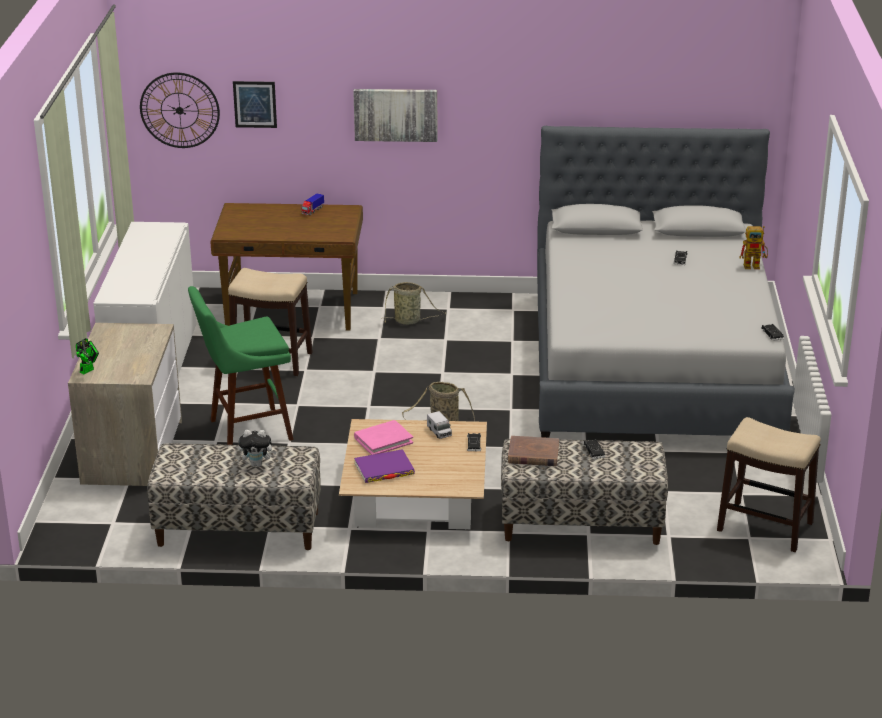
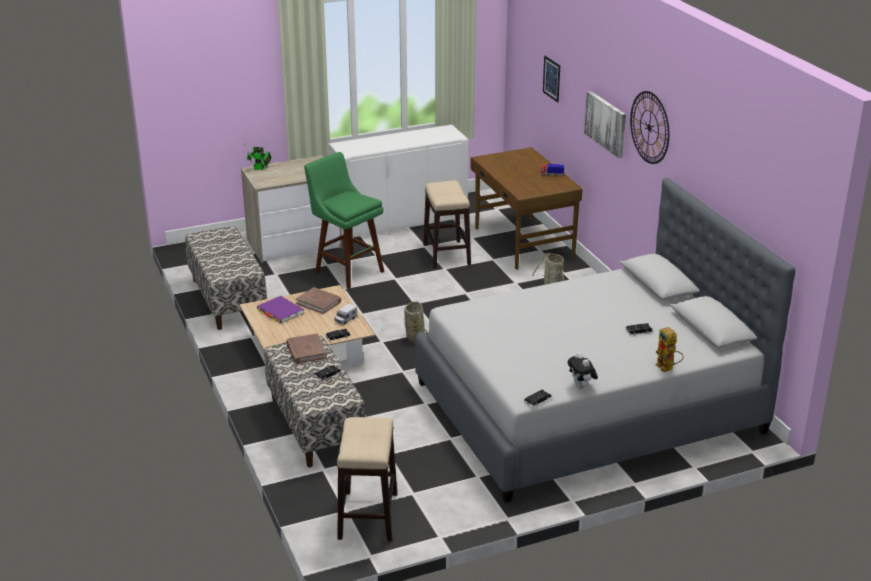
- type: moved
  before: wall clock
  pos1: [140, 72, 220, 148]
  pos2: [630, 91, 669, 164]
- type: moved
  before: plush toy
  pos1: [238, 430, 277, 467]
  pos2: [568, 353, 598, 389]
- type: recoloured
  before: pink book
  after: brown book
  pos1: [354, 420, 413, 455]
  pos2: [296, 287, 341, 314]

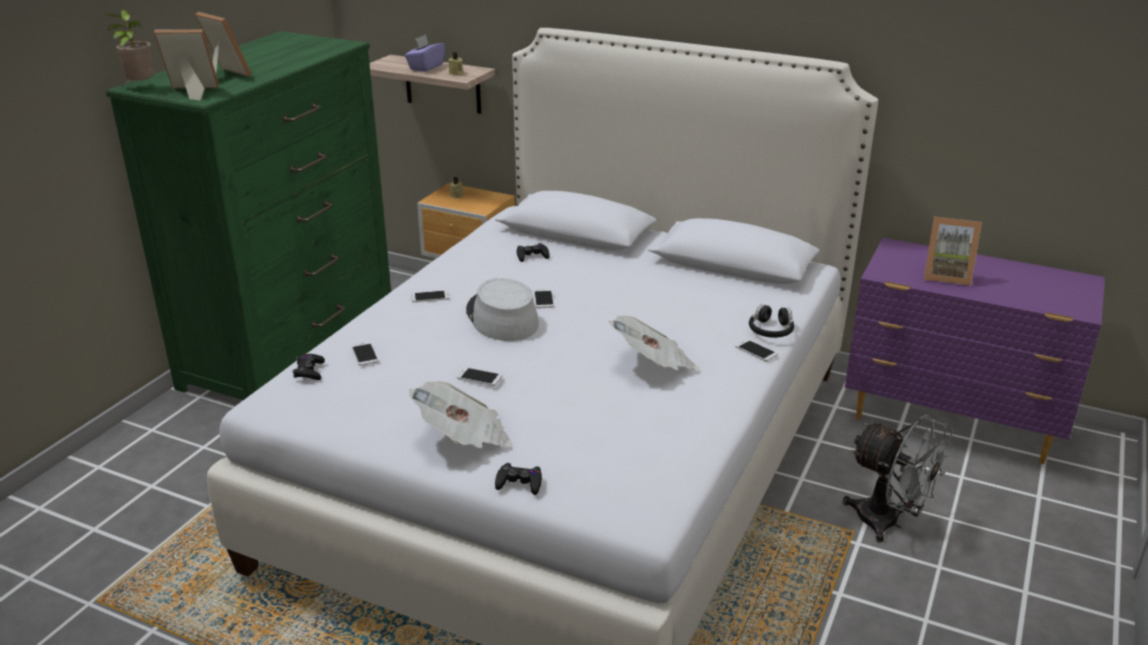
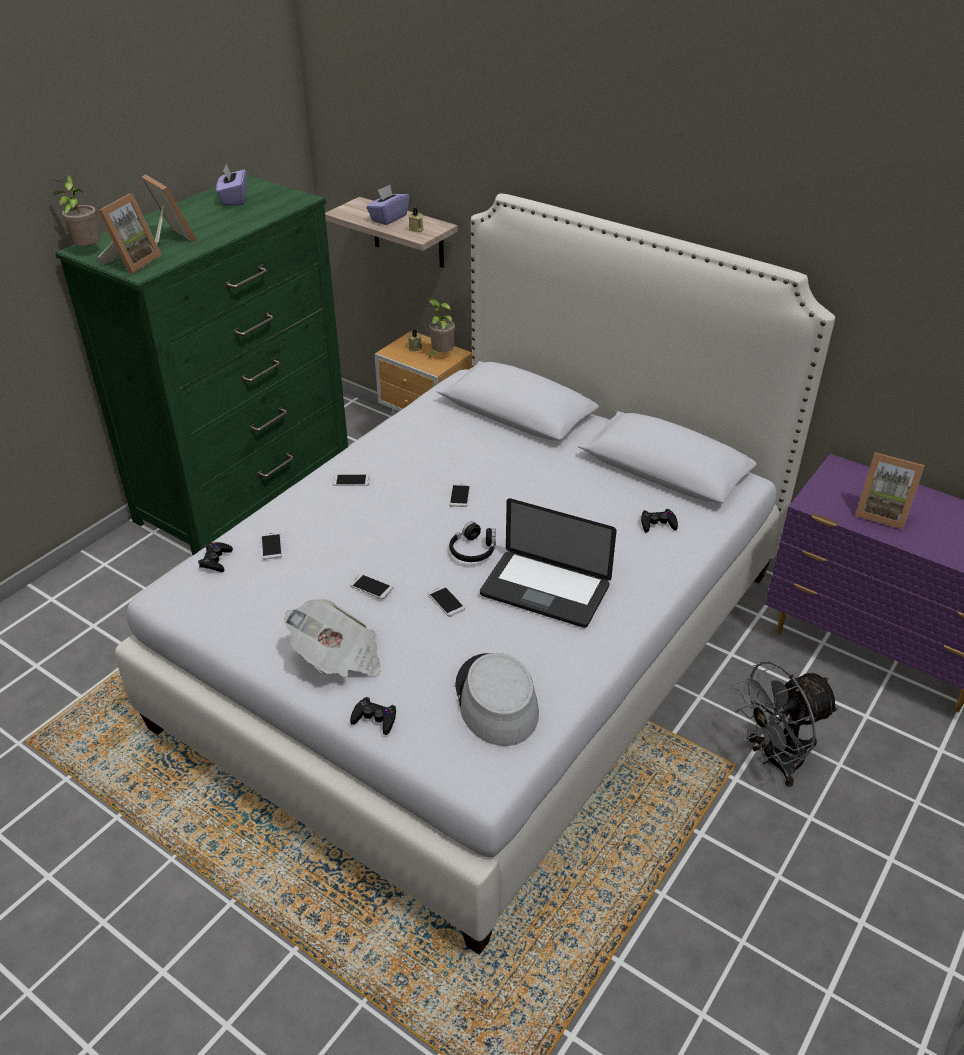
- type: turned
  before: picture frame
  pos1: [154, 29, 219, 101]
  pos2: [98, 193, 162, 274]
  turn: 105
- type: moved
  before: grey hat
  pos1: [466, 278, 539, 341]
  pos2: [455, 653, 539, 746]
- type: moved
  before: black game controller
  pos1: [517, 243, 549, 262]
  pos2: [641, 509, 678, 532]
- type: replaced
  before: newspaper
  after: laptop
  pos1: [609, 316, 699, 370]
  pos2: [480, 498, 616, 628]
- type: moved
  before: phone
  pos1: [735, 339, 778, 362]
  pos2: [428, 585, 465, 617]
- type: moved
  before: black headphones
  pos1: [749, 304, 794, 338]
  pos2: [449, 521, 496, 562]
- type: turned
  before: grey fan
  pos1: [843, 415, 953, 543]
  pos2: [733, 661, 839, 787]
  turn: 105
- type: added
  after: purple tissue box
  pos2: [216, 164, 247, 206]
- type: added
  after: potted plant
  pos2: [424, 299, 455, 359]

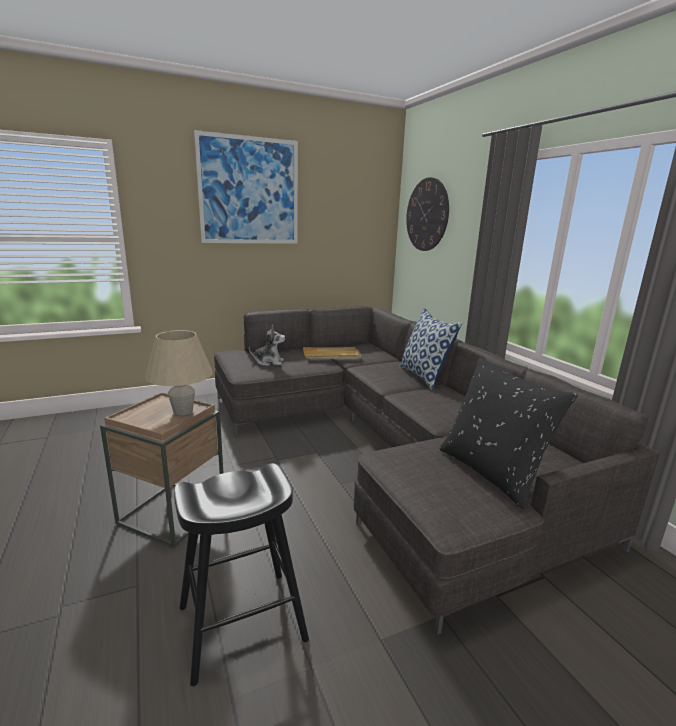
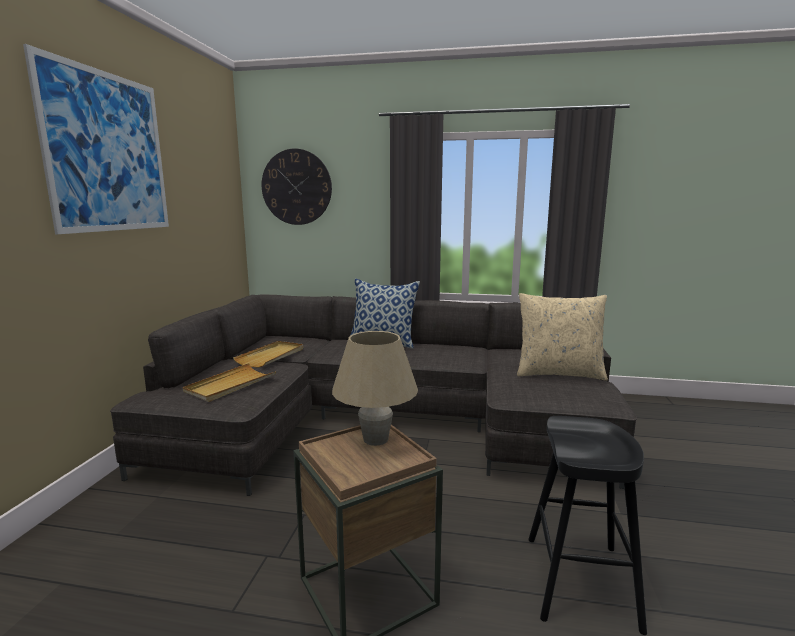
- type: replaced
  before: plush toy
  after: beige tray
  pos1: [249, 325, 285, 366]
  pos2: [183, 363, 276, 402]
- type: recoloured
  before: black pillow
  after: beige pillow
  pos1: [439, 357, 578, 510]
  pos2: [517, 293, 608, 381]

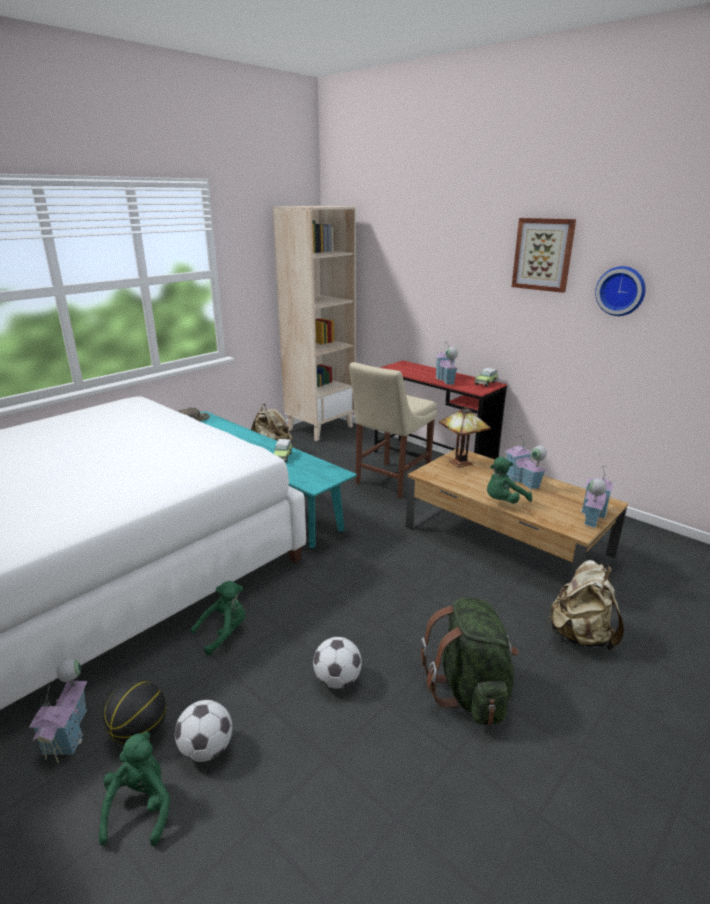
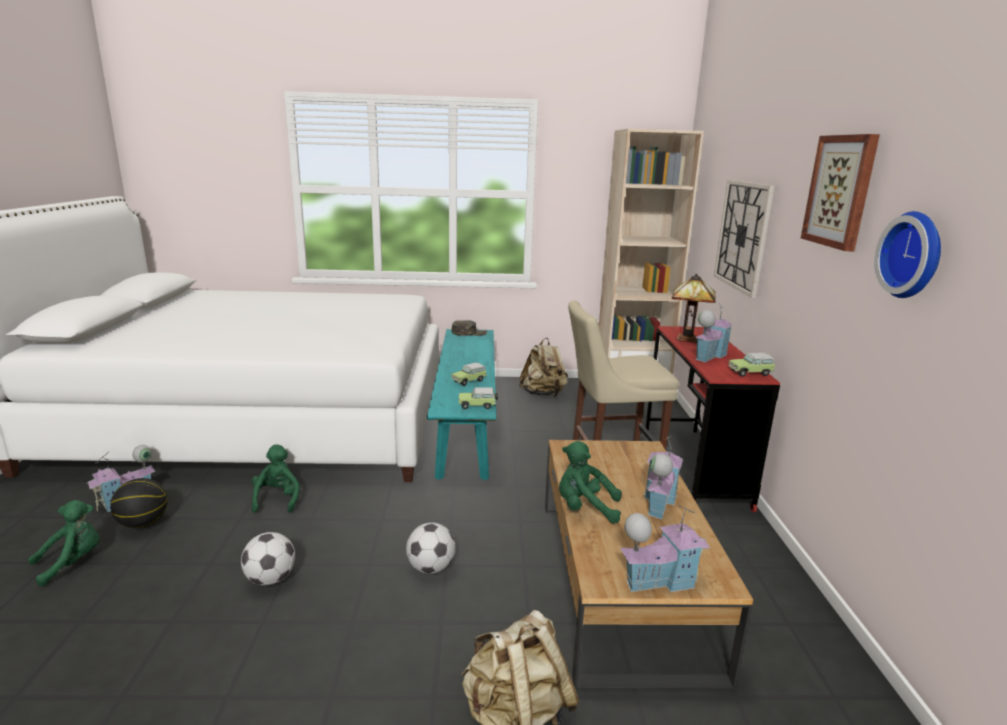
- type: moved
  before: football
  pos1: [175, 700, 232, 762]
  pos2: [406, 522, 455, 574]
- type: turned
  before: green plush toy
  pos1: [191, 581, 245, 656]
  pos2: [252, 444, 300, 513]
  turn: -105
- type: removed
  before: green backpack
  pos1: [421, 597, 518, 725]
- type: moved
  before: table lamp
  pos1: [439, 407, 491, 468]
  pos2: [672, 274, 716, 342]
- type: added
  after: toy car
  pos2: [459, 387, 498, 409]
- type: added
  after: wall clock
  pos2: [714, 180, 775, 298]

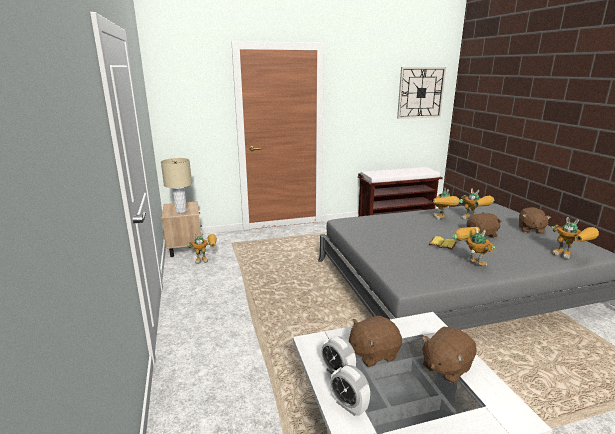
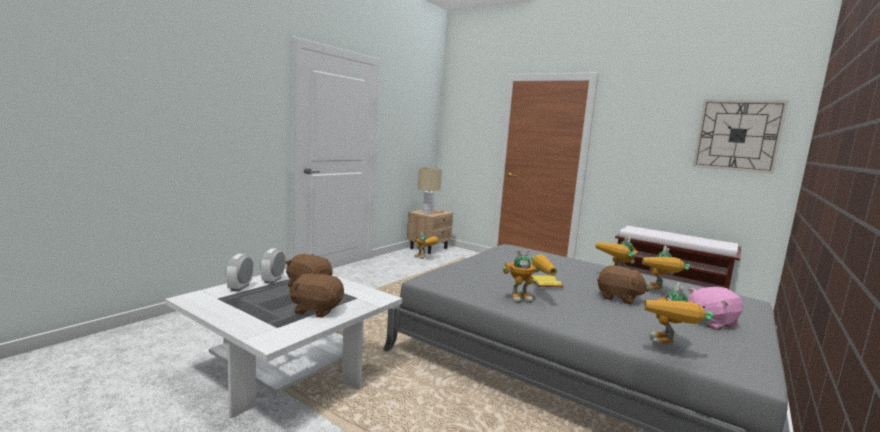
- type: turned
  before: toy robot
  pos1: [452, 227, 495, 266]
  pos2: [502, 250, 557, 303]
  turn: 60
- type: recoloured
  before: brown plush toy
  after: pink plush toy
  pos1: [519, 207, 551, 234]
  pos2: [688, 287, 743, 330]

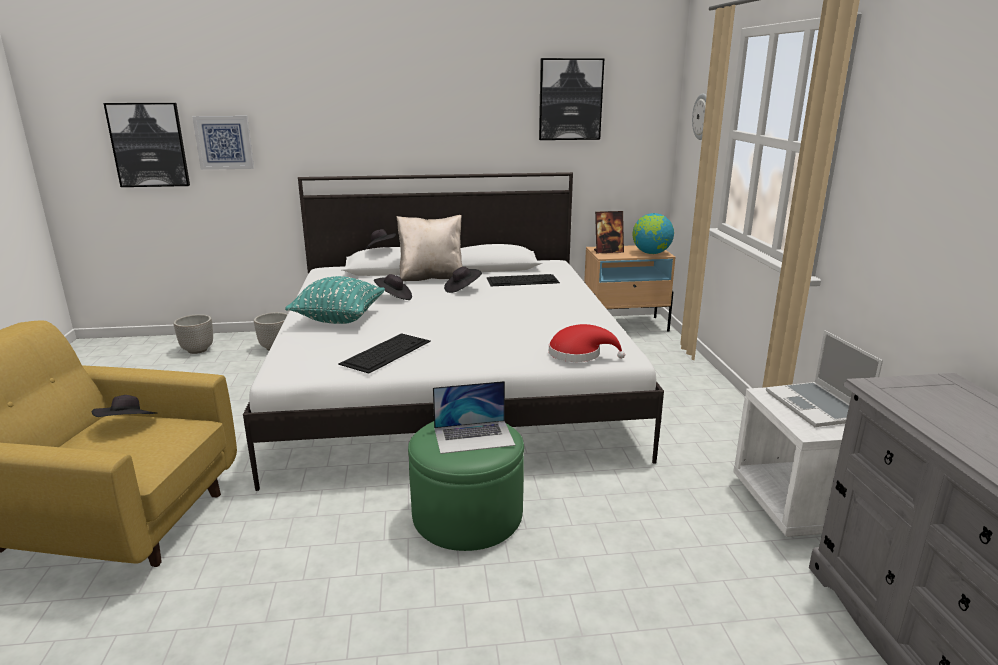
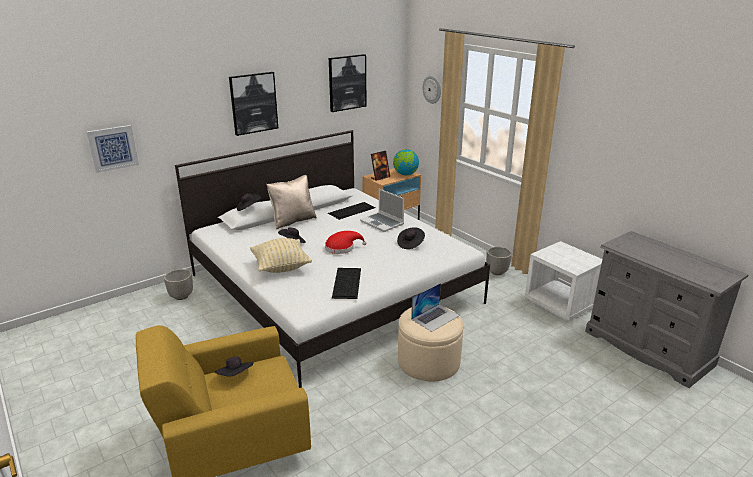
- type: moved
  before: picture
  pos1: [104, 103, 190, 187]
  pos2: [229, 72, 278, 136]
- type: moved
  before: planter
  pos1: [173, 314, 213, 354]
  pos2: [486, 247, 512, 275]
- type: recoloured
  before: turquoise pillow
  after: beige pillow
  pos1: [285, 276, 385, 324]
  pos2: [250, 238, 312, 273]
- type: recoloured
  before: green ottoman
  after: beige ottoman
  pos1: [408, 421, 524, 551]
  pos2: [398, 307, 463, 382]
- type: moved
  before: black hat
  pos1: [444, 267, 482, 293]
  pos2: [397, 228, 425, 249]
- type: moved
  before: red hat
  pos1: [549, 324, 625, 362]
  pos2: [325, 231, 367, 254]
- type: moved
  before: laptop
  pos1: [766, 330, 883, 427]
  pos2: [360, 189, 404, 232]

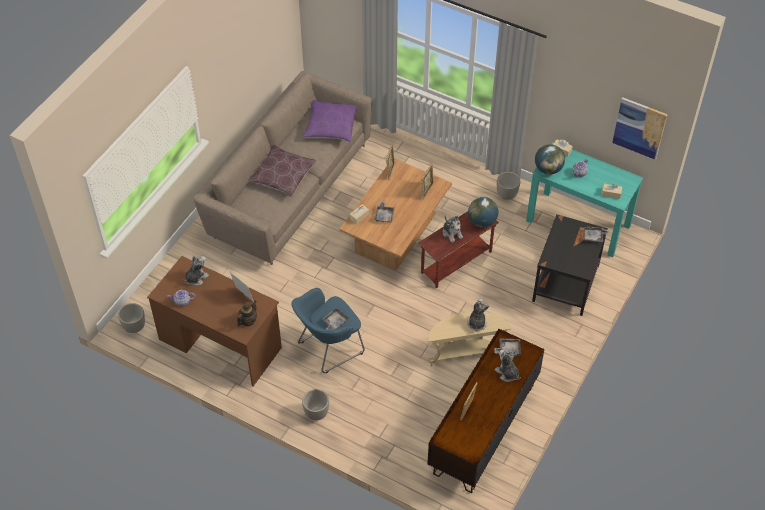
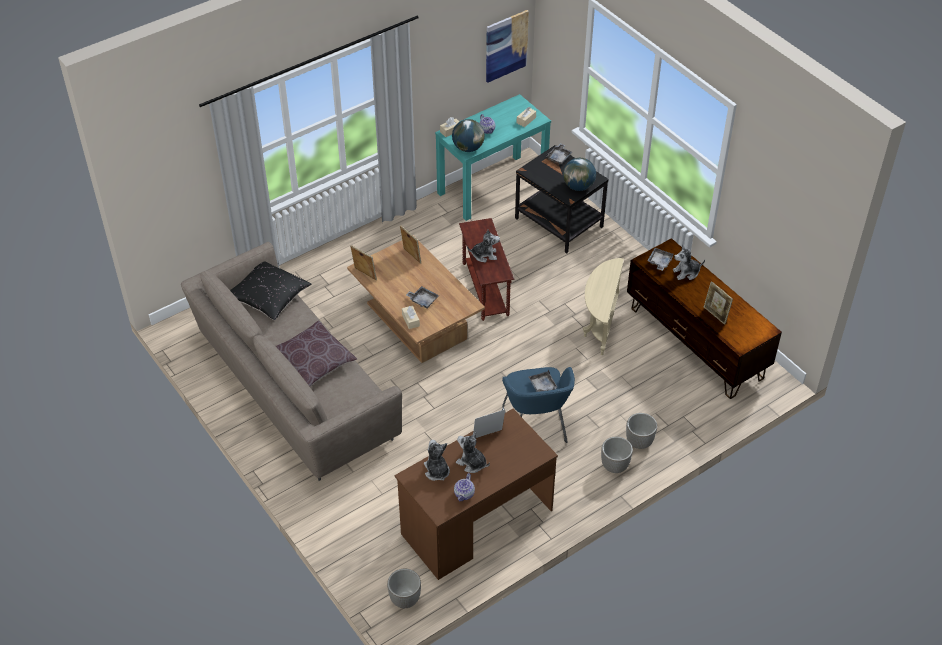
- type: removed
  before: teapot
  pos1: [237, 300, 257, 326]
- type: recoloured
  before: purple pillow
  after: black pillow
  pos1: [303, 100, 357, 142]
  pos2: [230, 261, 311, 320]
- type: moved
  before: plush toy
  pos1: [467, 299, 489, 331]
  pos2: [456, 432, 490, 473]
- type: moved
  before: globe
  pos1: [468, 197, 498, 227]
  pos2: [563, 158, 596, 191]
- type: moved
  before: planter
  pos1: [497, 172, 520, 200]
  pos2: [626, 413, 657, 449]

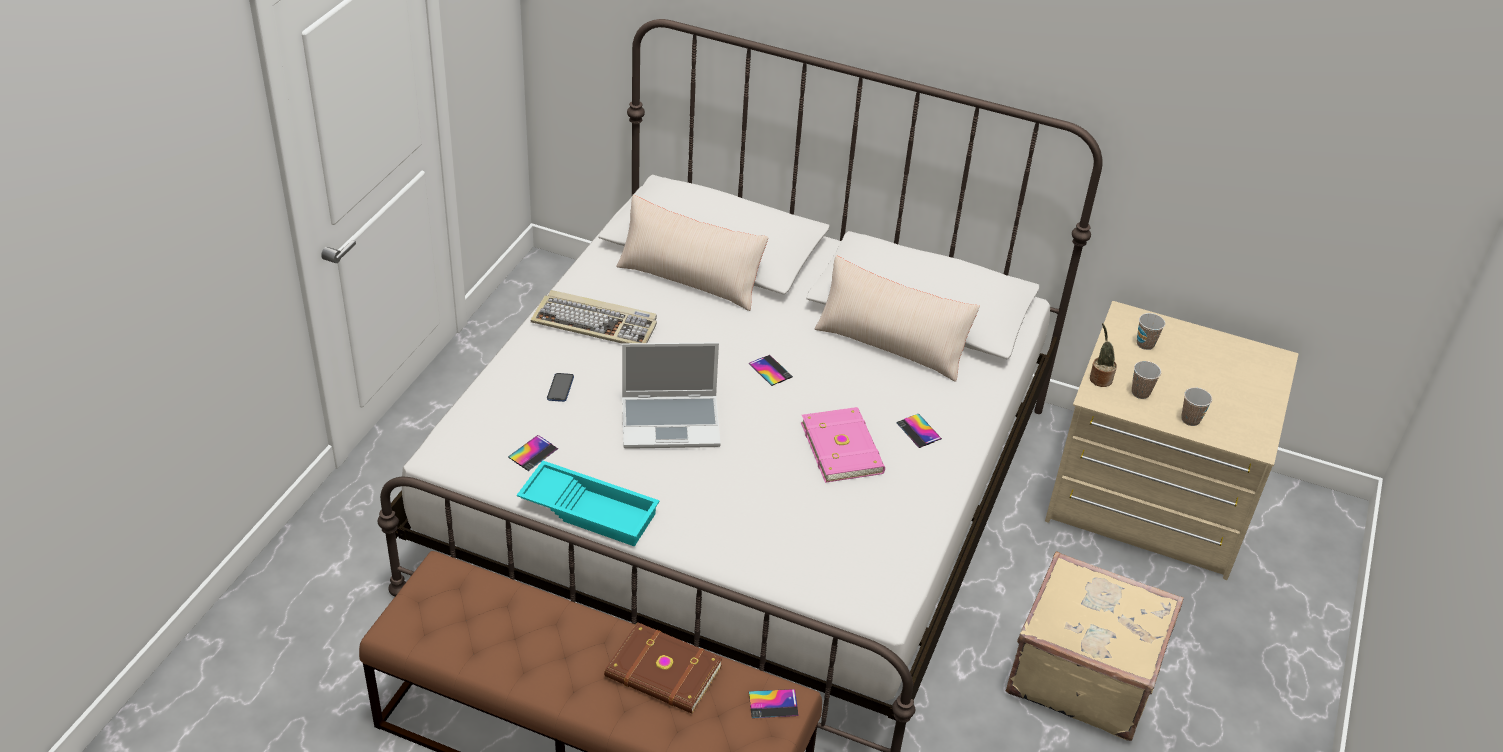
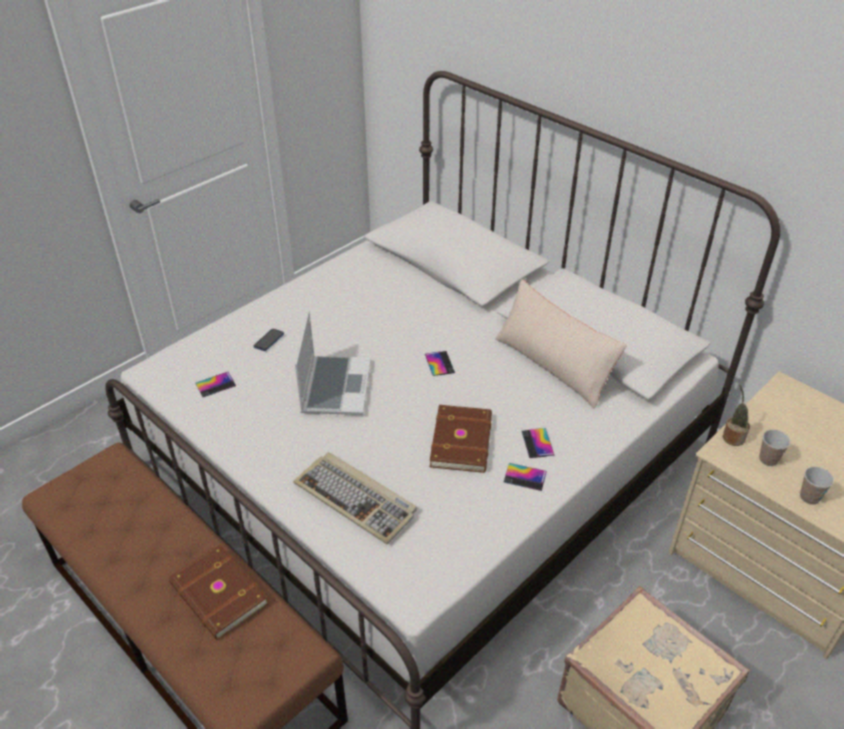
- type: removed
  before: turquoise tray
  pos1: [517, 460, 660, 547]
- type: moved
  before: keyboard
  pos1: [531, 290, 657, 344]
  pos2: [294, 452, 417, 544]
- type: removed
  before: beige pillow
  pos1: [616, 194, 768, 311]
- type: turned
  before: laptop
  pos1: [622, 342, 721, 449]
  pos2: [295, 311, 371, 415]
  turn: -105
- type: moved
  before: phone
  pos1: [749, 689, 799, 718]
  pos2: [504, 463, 547, 491]
- type: recoloured
  before: pink book
  after: brown book
  pos1: [801, 407, 885, 483]
  pos2: [430, 405, 492, 473]
- type: removed
  before: cup
  pos1: [1137, 313, 1165, 350]

